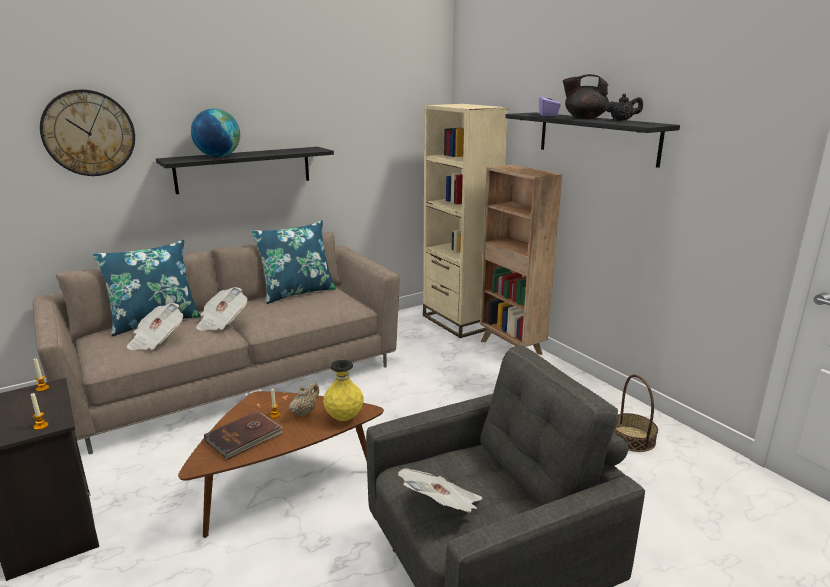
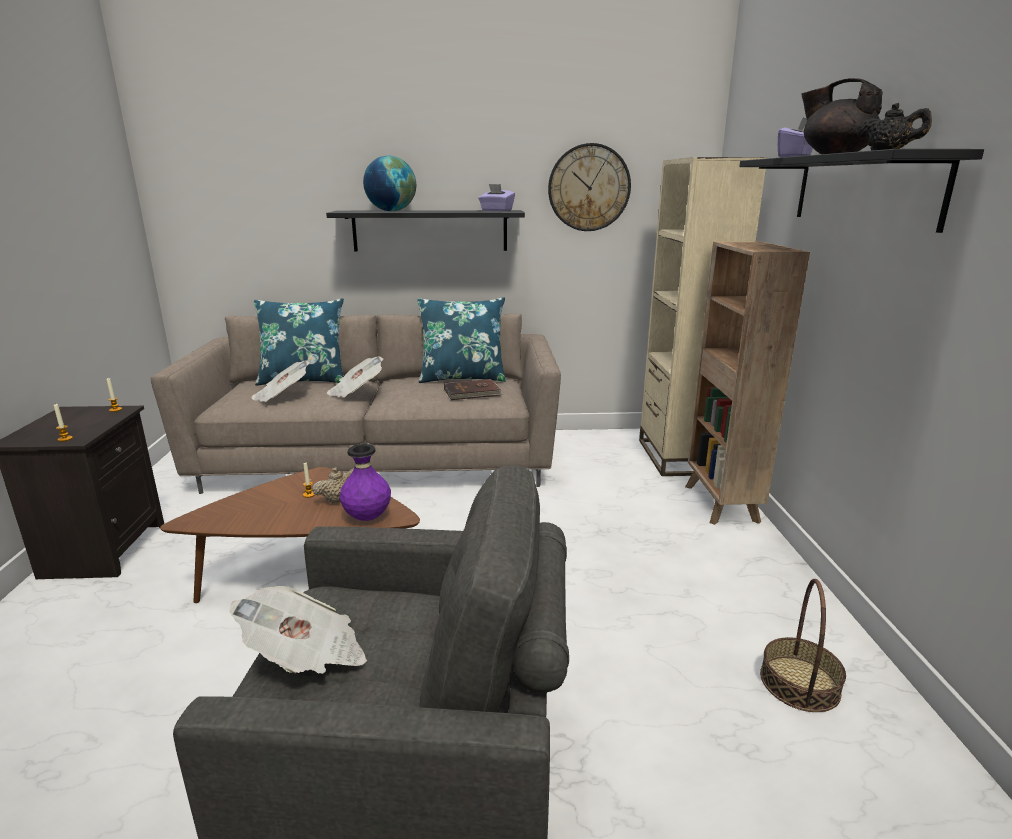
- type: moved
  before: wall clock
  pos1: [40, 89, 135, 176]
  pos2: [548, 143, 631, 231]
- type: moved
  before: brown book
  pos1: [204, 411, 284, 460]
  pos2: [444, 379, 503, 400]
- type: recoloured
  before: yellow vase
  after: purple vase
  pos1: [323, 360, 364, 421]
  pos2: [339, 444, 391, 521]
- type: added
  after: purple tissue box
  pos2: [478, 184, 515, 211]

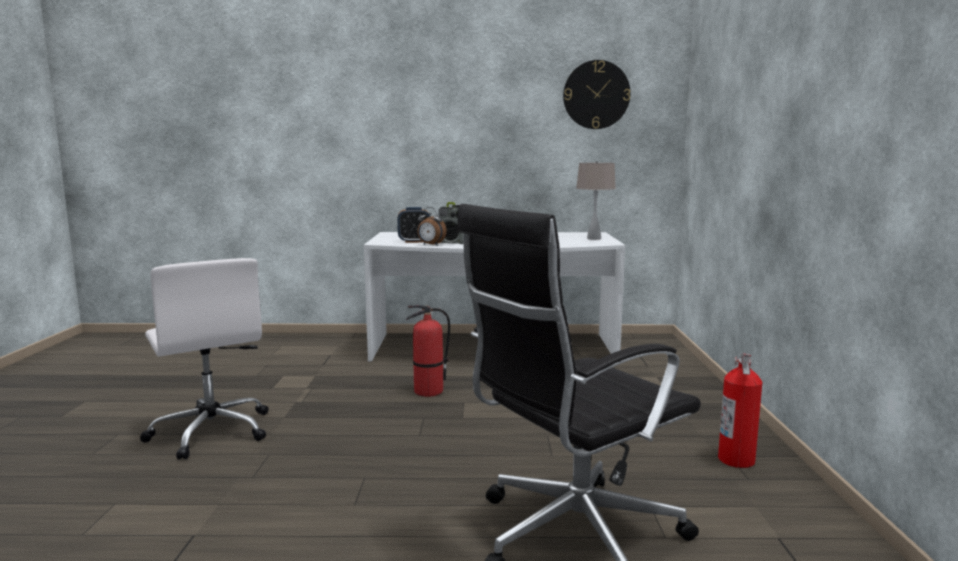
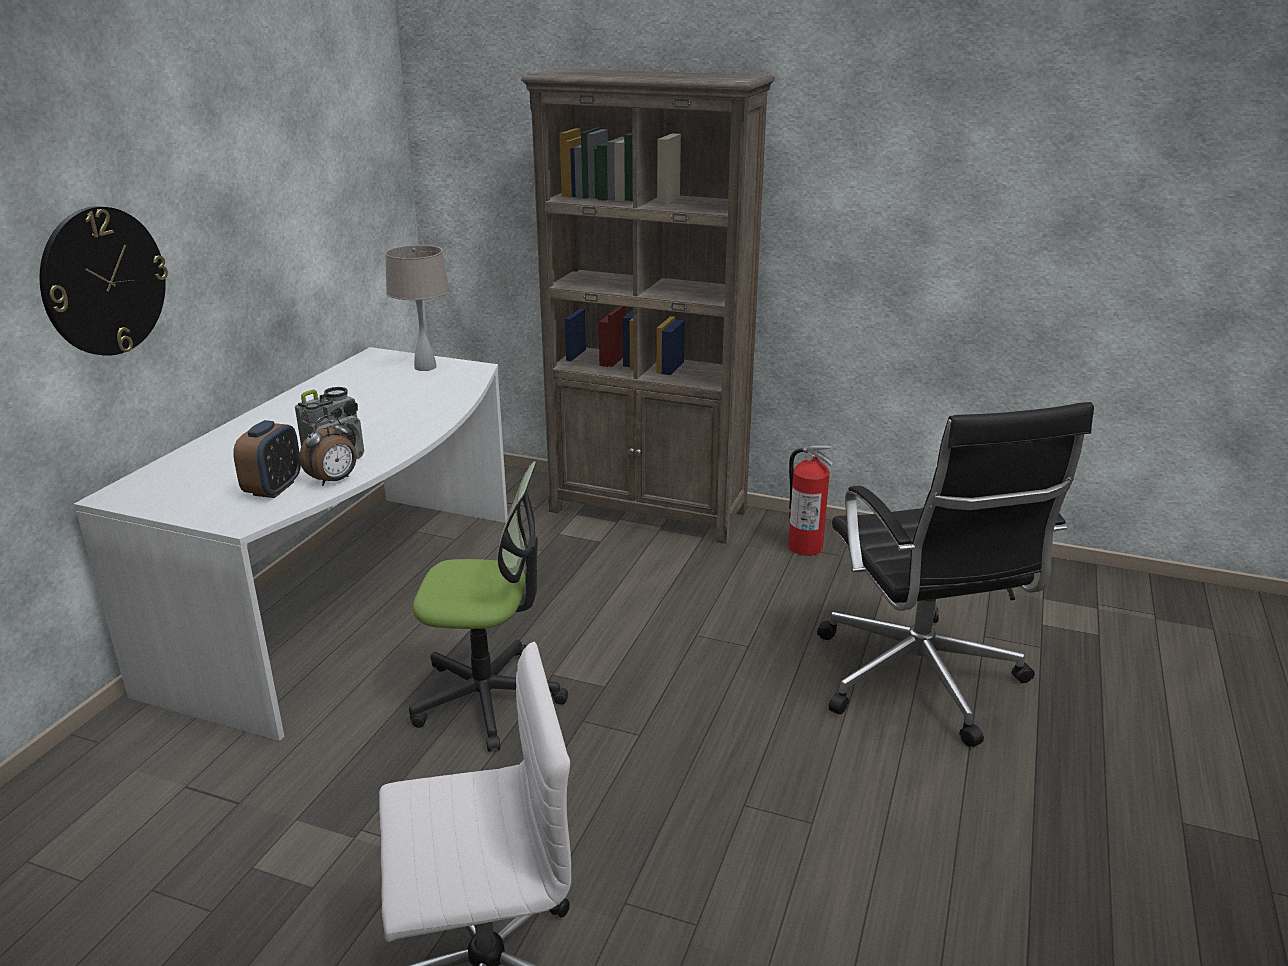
- type: replaced
  before: fire extinguisher
  after: office chair
  pos1: [406, 305, 450, 397]
  pos2: [409, 461, 568, 752]
- type: moved
  before: wall clock
  pos1: [563, 60, 631, 129]
  pos2: [40, 206, 168, 356]
- type: added
  after: brown bookcase
  pos2: [521, 69, 775, 544]

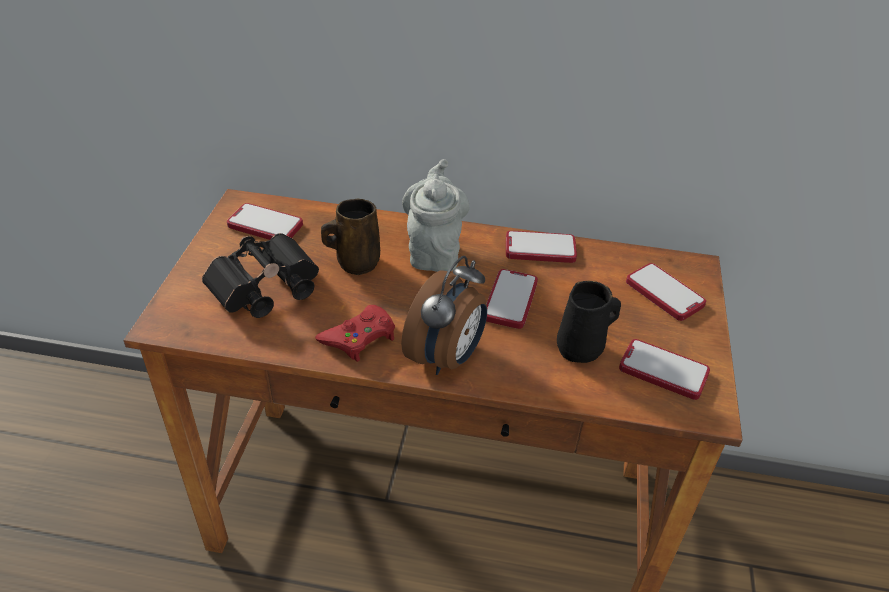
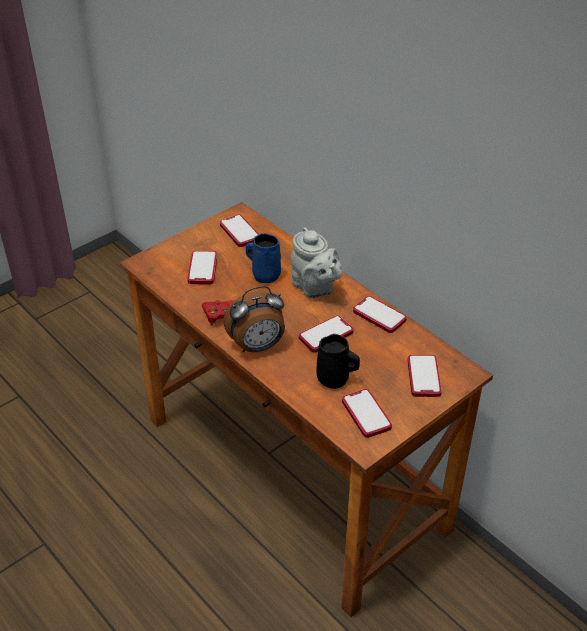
- type: replaced
  before: black binoculars
  after: phone
  pos1: [202, 233, 319, 318]
  pos2: [187, 251, 217, 284]
- type: recoloured
  before: brown mug
  after: blue mug
  pos1: [321, 199, 380, 275]
  pos2: [246, 233, 281, 283]
- type: turned
  before: grey teapot
  pos1: [402, 159, 470, 272]
  pos2: [291, 227, 342, 298]
  turn: 105

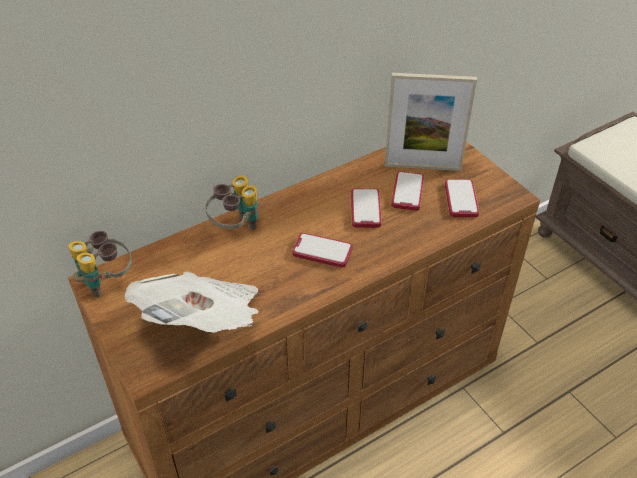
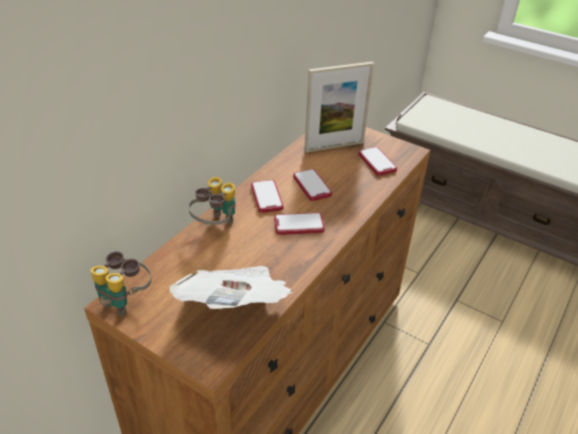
- type: moved
  before: phone
  pos1: [392, 171, 424, 211]
  pos2: [251, 180, 284, 213]

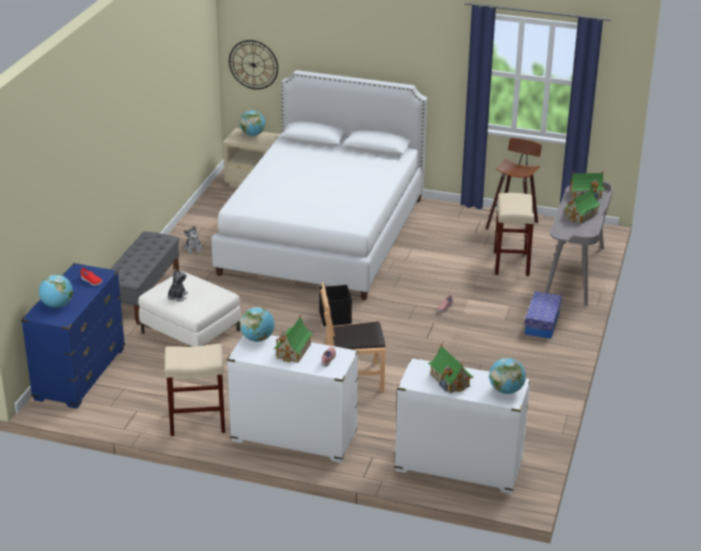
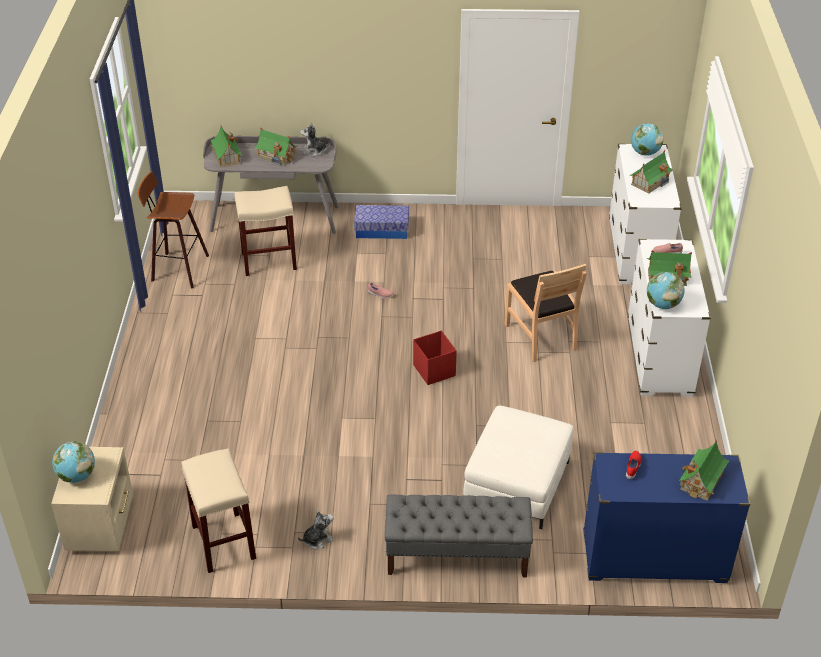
- type: replaced
  before: globe
  after: toy house
  pos1: [39, 274, 73, 308]
  pos2: [679, 439, 729, 501]
- type: moved
  before: beige stool
  pos1: [165, 343, 225, 436]
  pos2: [181, 448, 256, 573]
- type: moved
  before: plush toy
  pos1: [167, 269, 188, 302]
  pos2: [300, 123, 330, 156]
- type: removed
  before: white bed
  pos1: [211, 70, 427, 300]
- type: removed
  before: wall clock
  pos1: [229, 40, 278, 90]
- type: recoloured
  before: black storage box
  after: red storage box
  pos1: [319, 285, 352, 326]
  pos2: [413, 331, 457, 385]

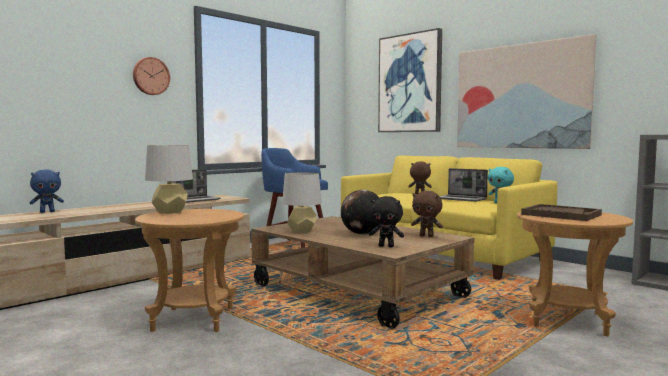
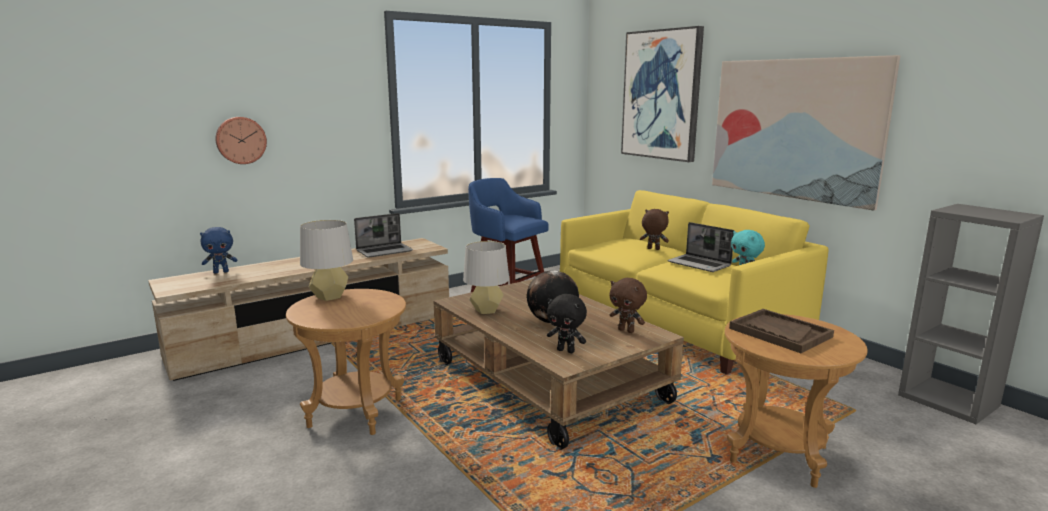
- type: moved
  before: wall clock
  pos1: [133, 57, 170, 95]
  pos2: [216, 117, 267, 164]

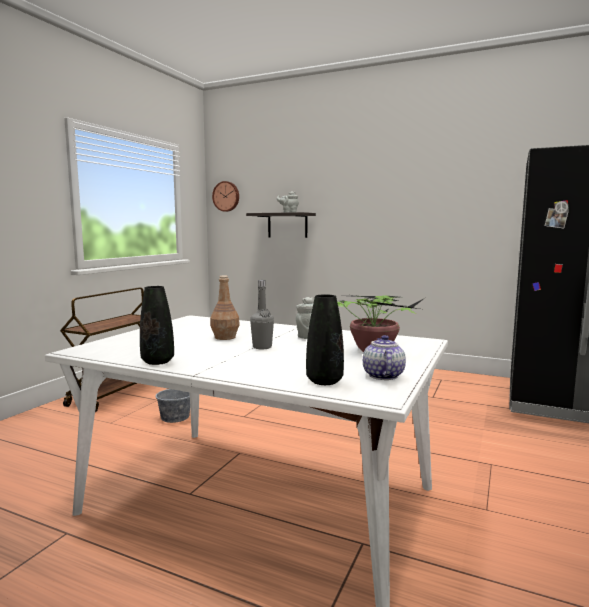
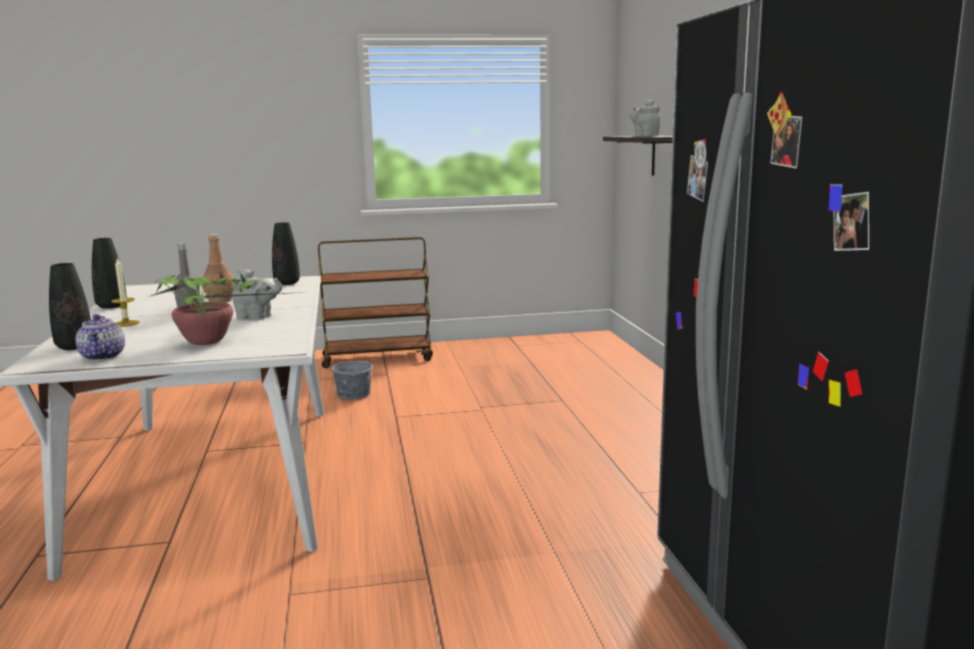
- type: removed
  before: wall clock
  pos1: [212, 181, 239, 212]
- type: turned
  before: teapot
  pos1: [363, 335, 406, 380]
  pos2: [75, 314, 125, 361]
  turn: 105
- type: added
  after: candle
  pos2: [111, 258, 140, 327]
- type: added
  after: black vase
  pos2: [272, 222, 300, 285]

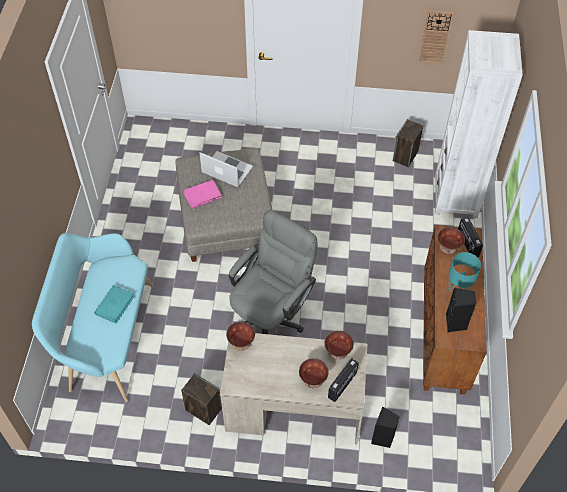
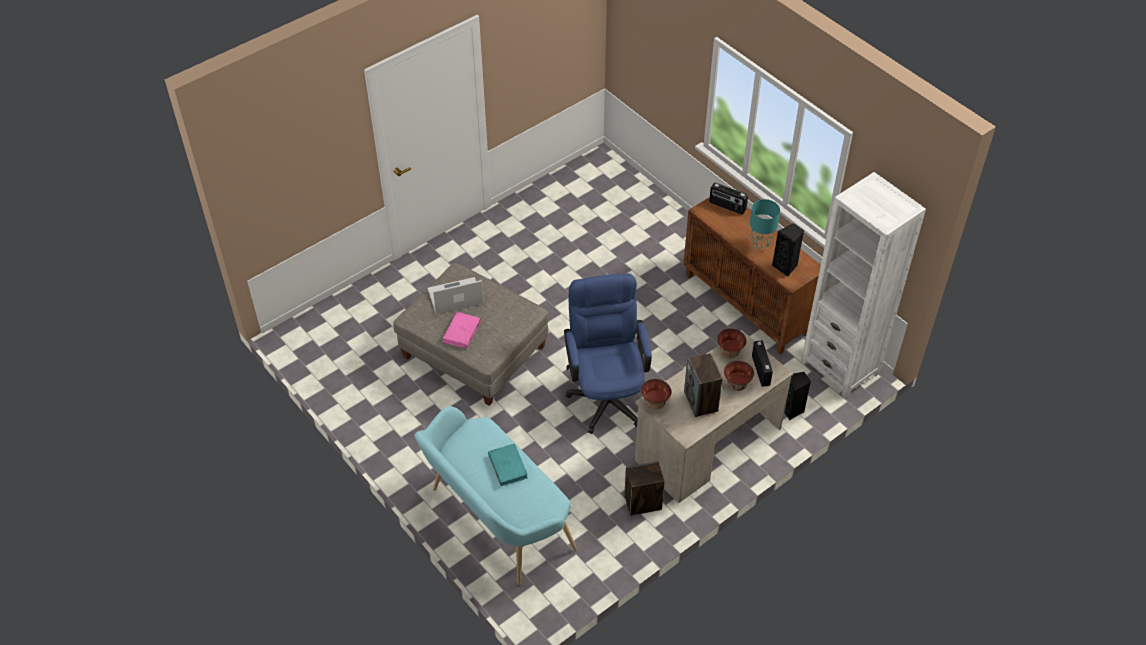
- type: recoloured
  before: grey office chair
  after: blue office chair
  pos1: [229, 210, 318, 334]
  pos2: [564, 273, 652, 434]
- type: moved
  before: speaker
  pos1: [393, 119, 423, 167]
  pos2: [684, 353, 723, 417]
- type: removed
  before: wall clock
  pos1: [419, 10, 453, 64]
- type: moved
  before: white bookcase
  pos1: [435, 30, 522, 218]
  pos2: [801, 172, 926, 398]
- type: removed
  before: bowl
  pos1: [438, 227, 465, 254]

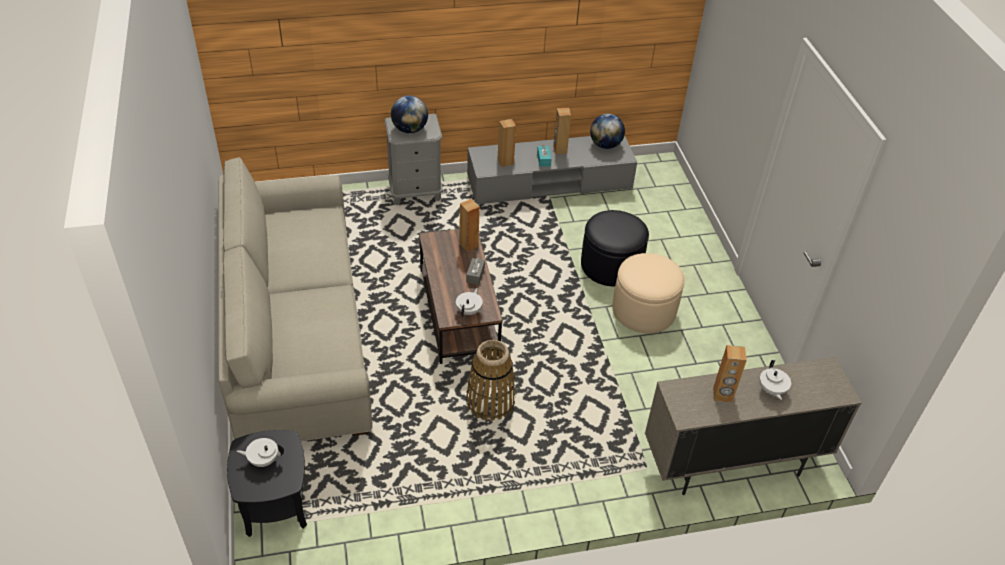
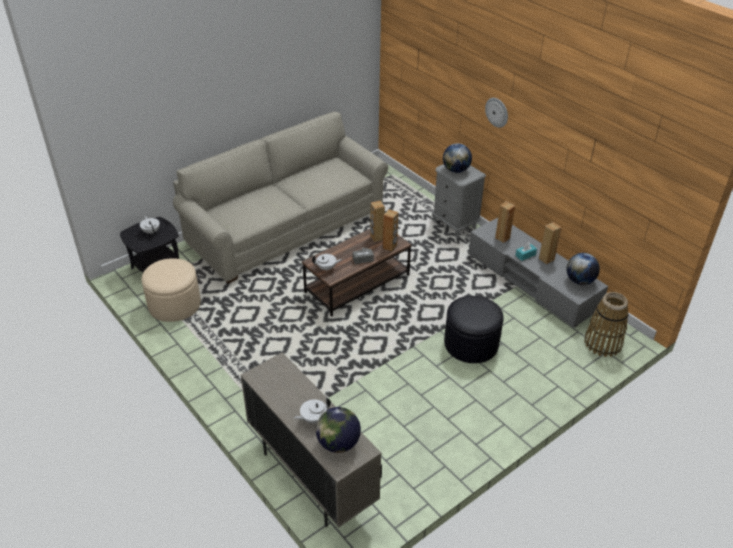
- type: moved
  before: basket
  pos1: [466, 340, 515, 421]
  pos2: [584, 292, 628, 357]
- type: moved
  before: beige ottoman
  pos1: [612, 253, 685, 333]
  pos2: [142, 258, 201, 322]
- type: moved
  before: brown speaker
  pos1: [713, 345, 747, 403]
  pos2: [370, 201, 385, 242]
- type: added
  after: globe
  pos2: [316, 407, 361, 453]
- type: added
  after: wall clock
  pos2: [485, 98, 508, 128]

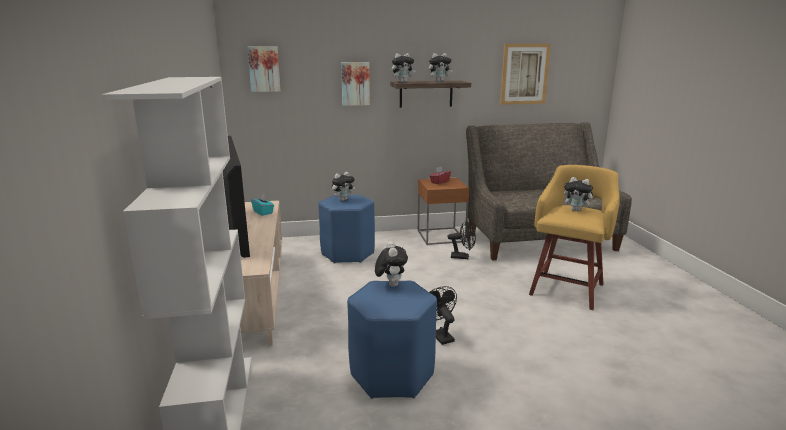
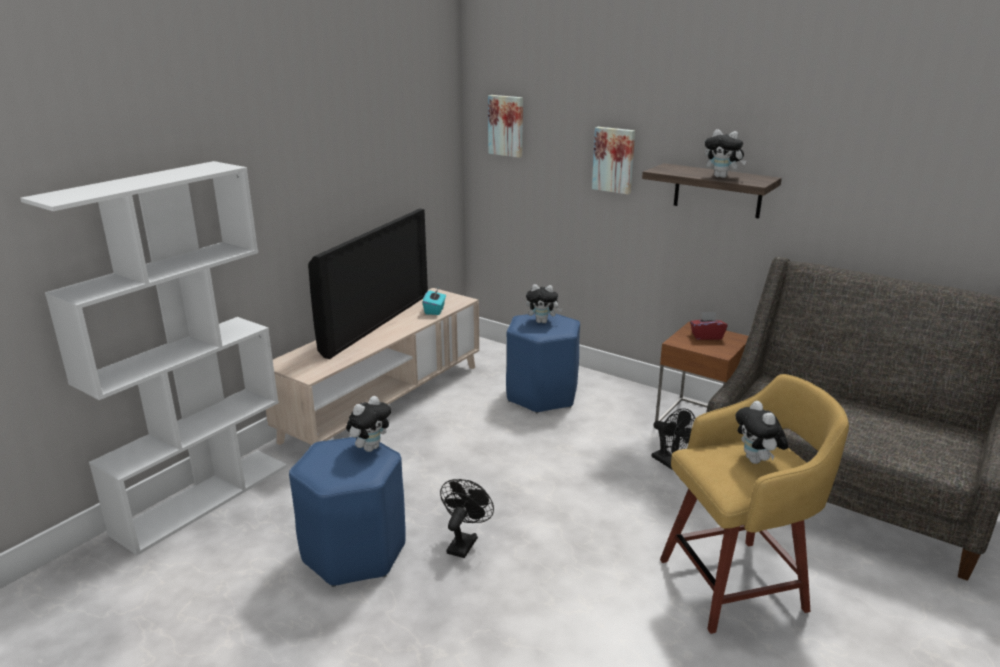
- type: removed
  before: plush toy
  pos1: [392, 53, 416, 83]
- type: removed
  before: picture
  pos1: [500, 44, 551, 105]

